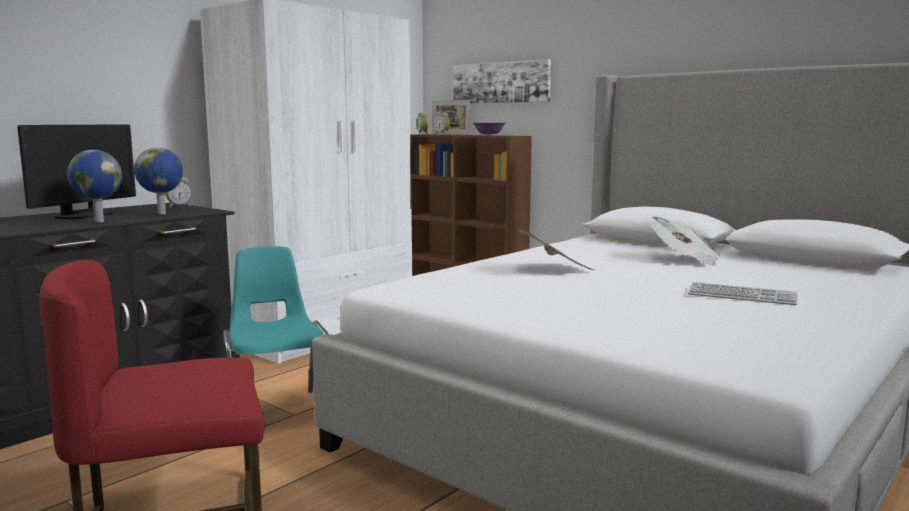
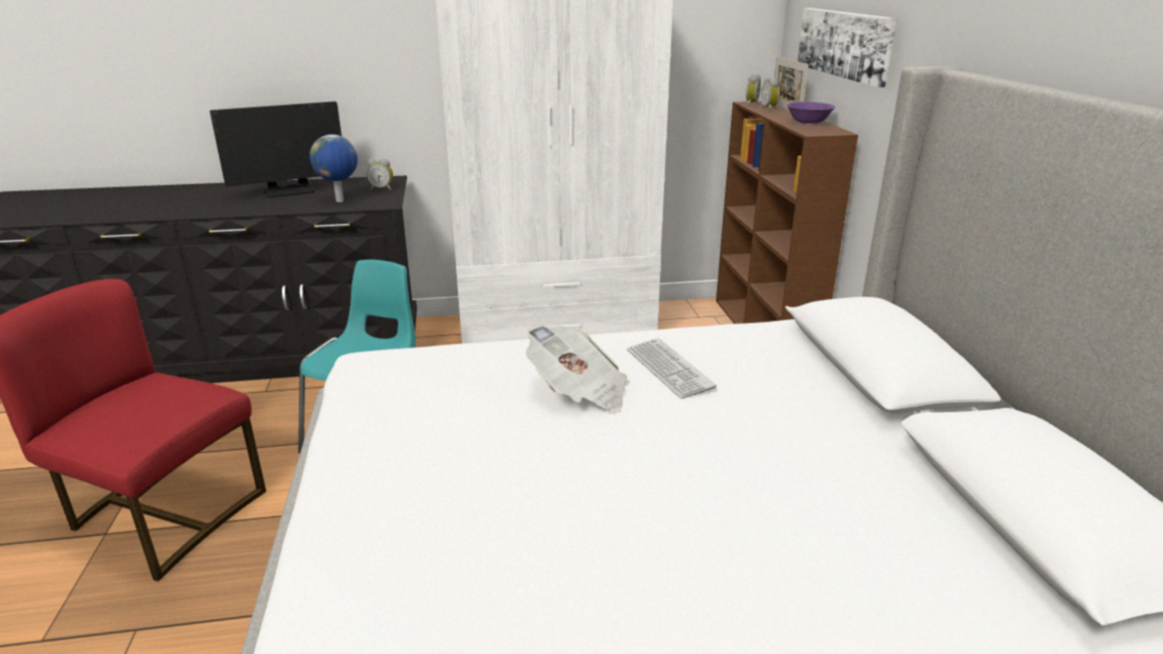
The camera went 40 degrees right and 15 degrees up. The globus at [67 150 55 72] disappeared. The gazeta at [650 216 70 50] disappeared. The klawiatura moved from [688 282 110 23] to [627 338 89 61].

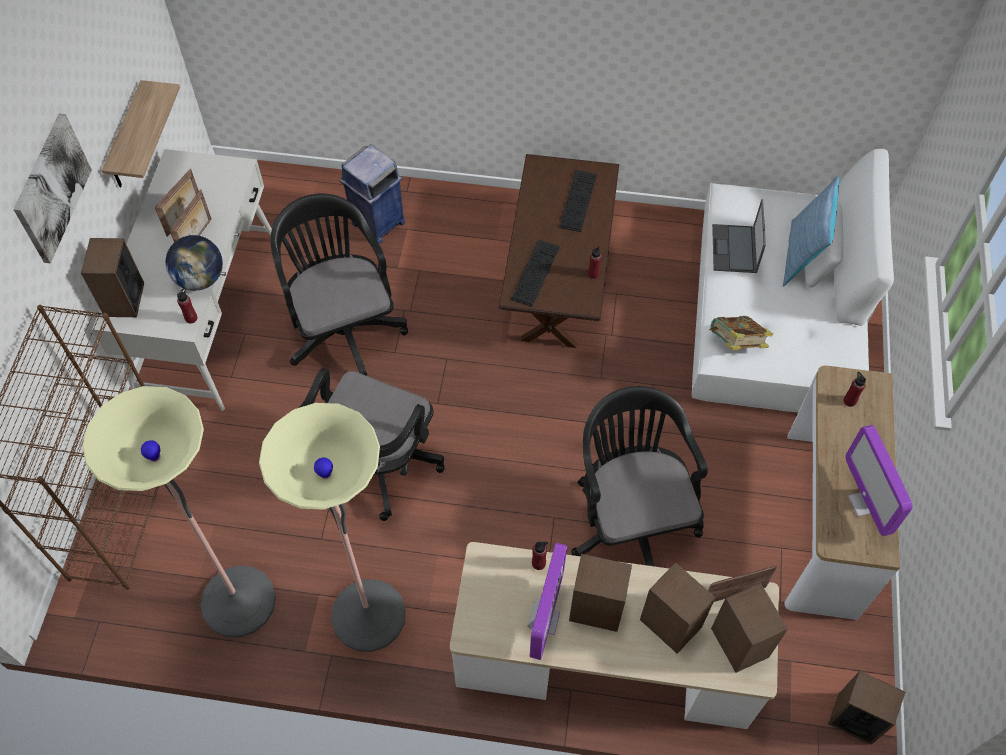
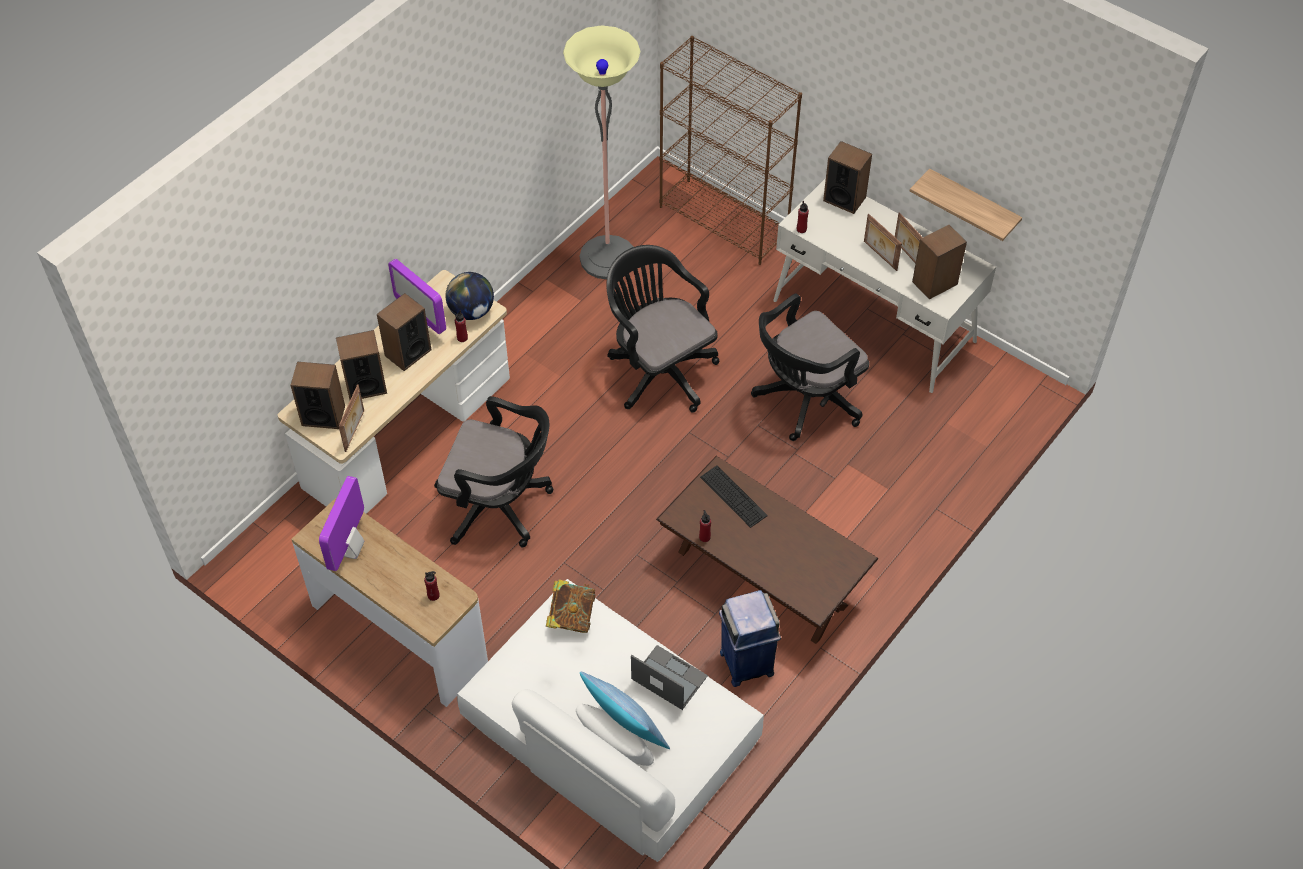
The camera went 120 degrees right and 5 degrees down. The obraz at [13 113 79 151] disappeared. The kosz na śmieci (niebieski) moved from [340 145 65 99] to [719 590 62 97]. The klawiatura at [559 170 38 62] disappeared. The krzesło biurowe (czarny) at [270 194 138 182] turned 135 degrees clockwise. The globus moved from [166 235 57 56] to [445 272 49 48]. The lampa stojąca at [259 403 147 249] disappeared. The monitor at [845 425 68 111] turned 90 degrees counterclockwise. The głośnik moved from [828 671 77 74] to [912 225 55 75].

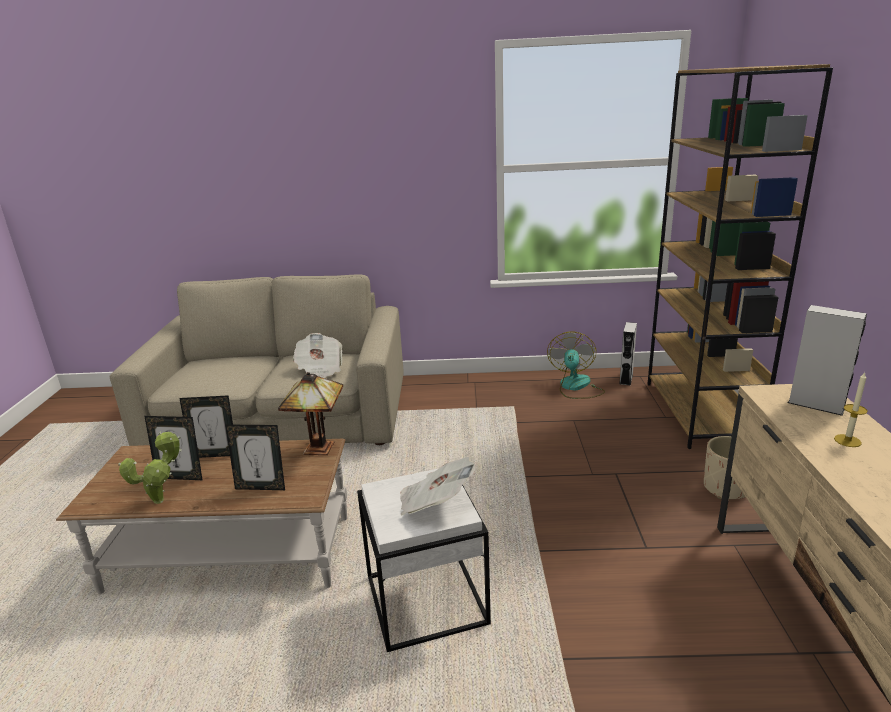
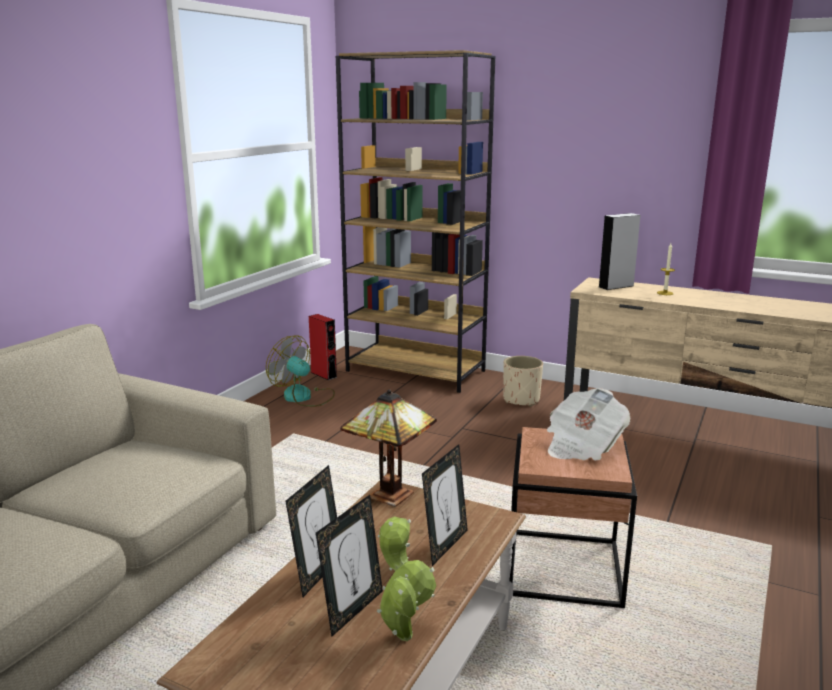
The camera went 65 degrees left and 5 degrees down. The głośnik (szary) at [619 322 18 64] became the głośnik (czerwony) at [309 314 28 66]. The gazeta at [293 333 49 45] disappeared. The stolik (biały) at [357 469 134 183] became the stolik (brązowy) at [509 427 128 181].

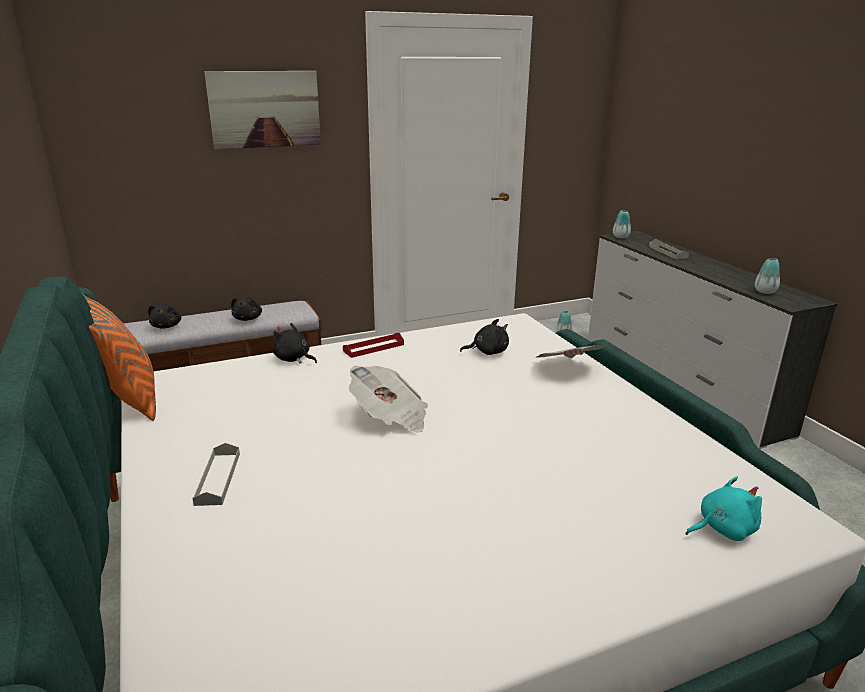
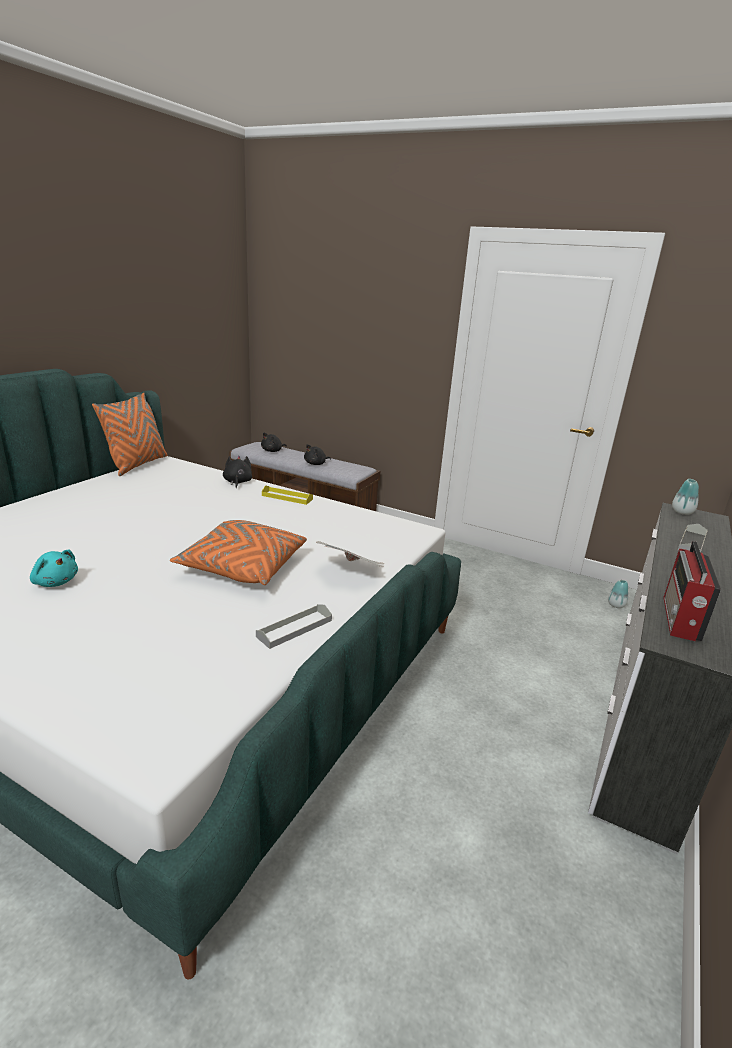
The camera went 50 degrees right and 0 degrees up. The obraz at [204 71 117 78] disappeared. The wazon at [755 258 25 36] was replaced by the radio at [663 541 58 100]. The pluszak (czarny) at [460 319 49 36] disappeared. The taca (czerwony) at [343 333 61 25] became the taca (żółty) at [262 485 51 20]. The gazeta at [348 366 80 67] disappeared. The taca (szary) moved from [192 443 48 63] to [256 604 76 45]. The pluszak (turkusowy) moved from [686 476 76 65] to [30 550 48 37]. The poduszka (pomarańczowy) at [170 520 137 65] appeared.

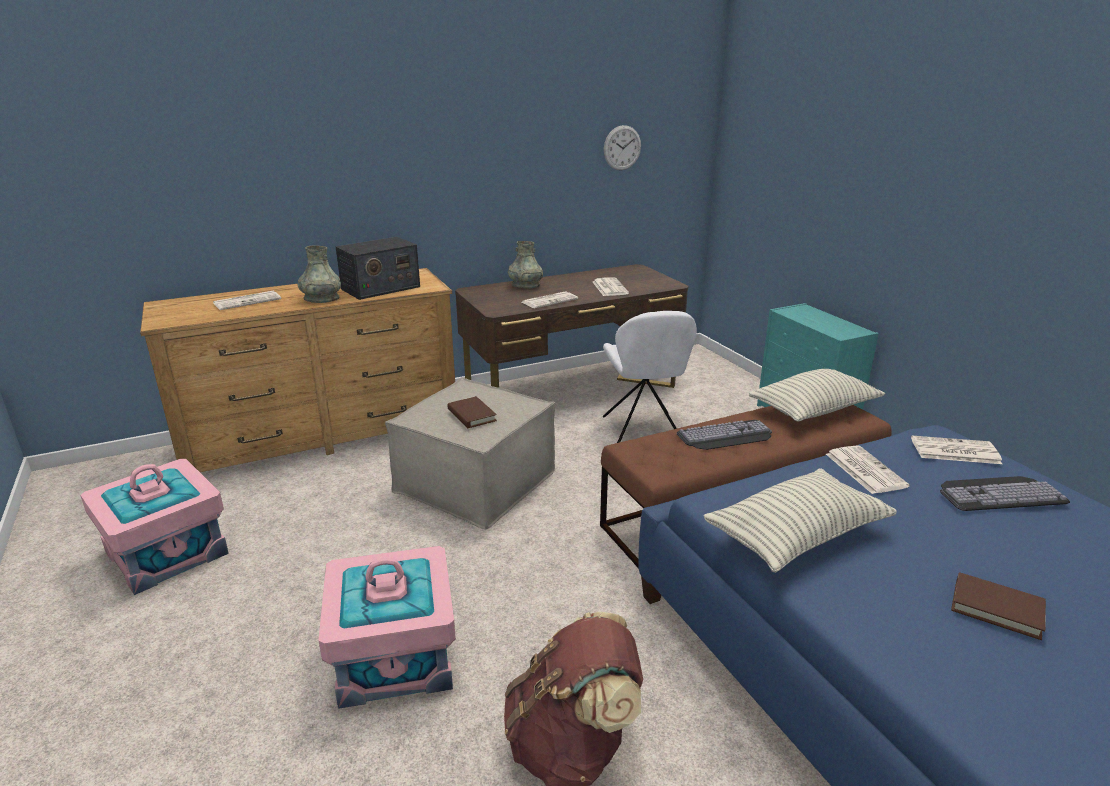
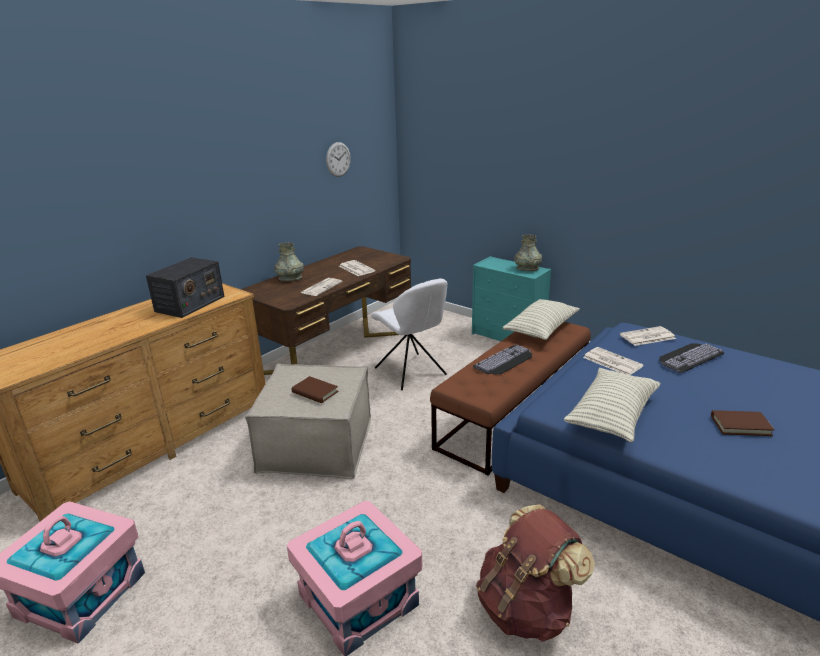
The camera went 25 degrees left and 0 degrees up. The wazon (szary) moved from [298 246 43 57] to [514 235 28 36]. The gazeta at [213 291 68 19] disappeared.

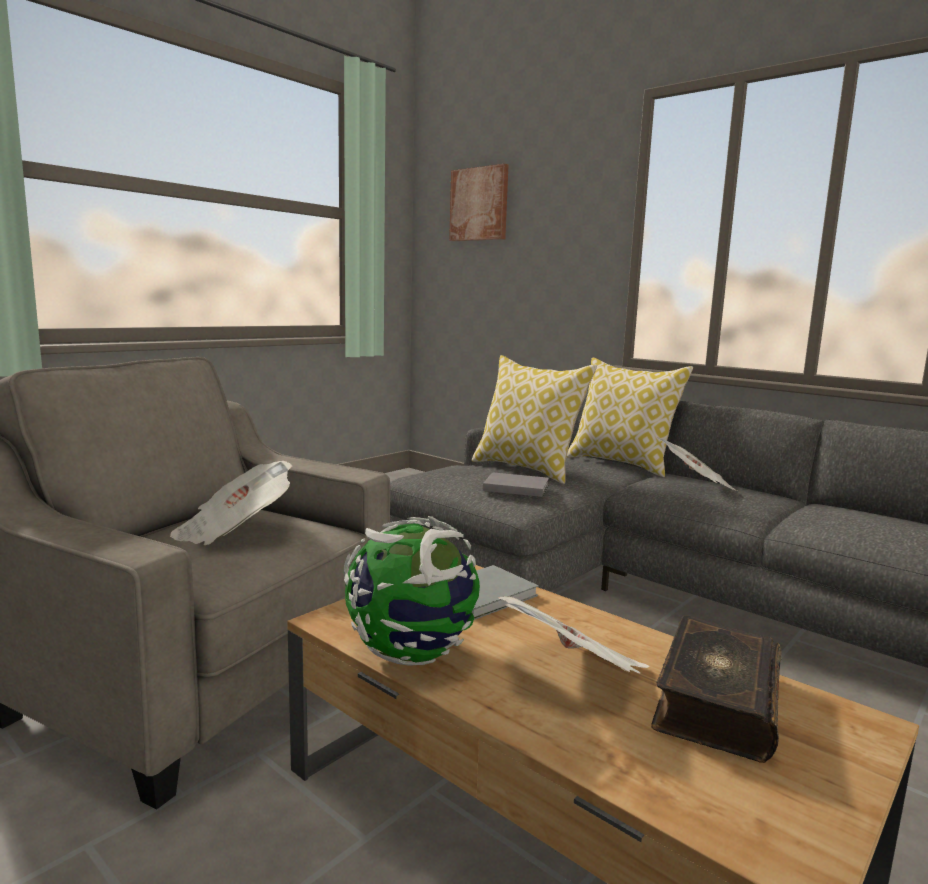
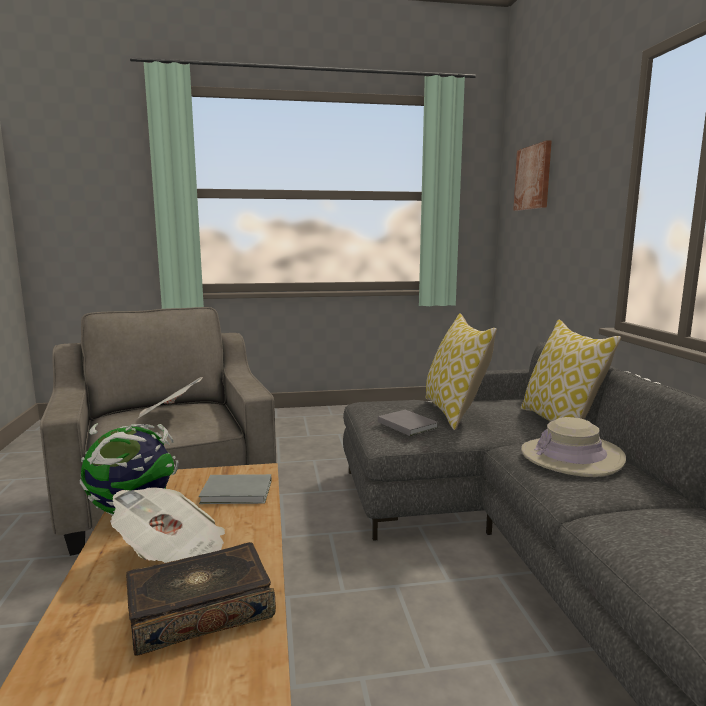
The camera went 40 degrees right and 0 degrees up. The gazeta at [657 437 80 54] was replaced by the kapelusz (beżowy) at [521 417 105 60].

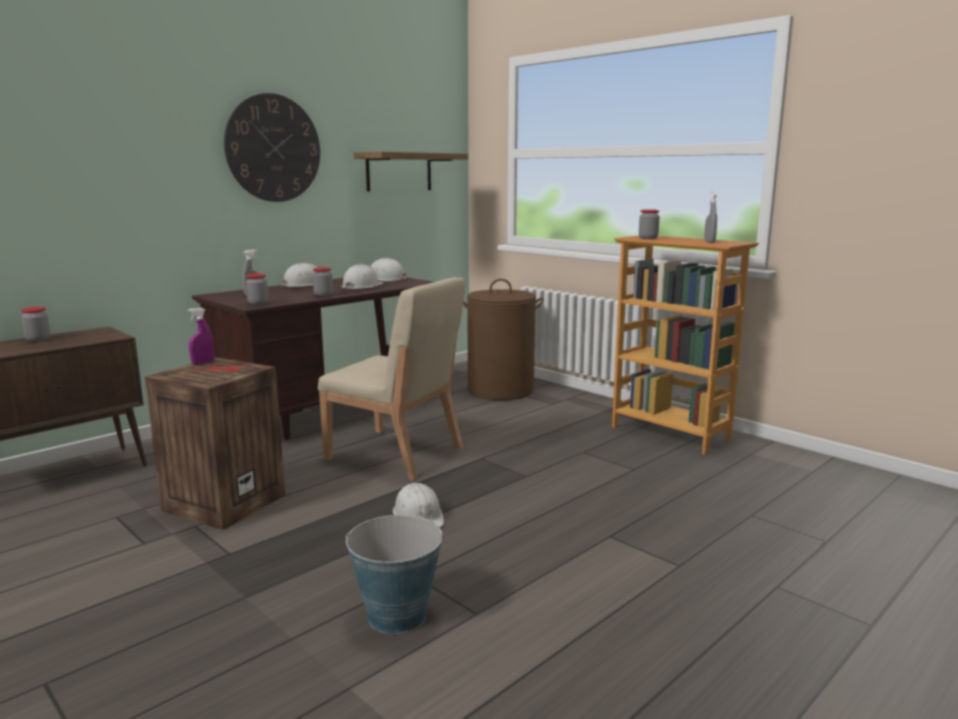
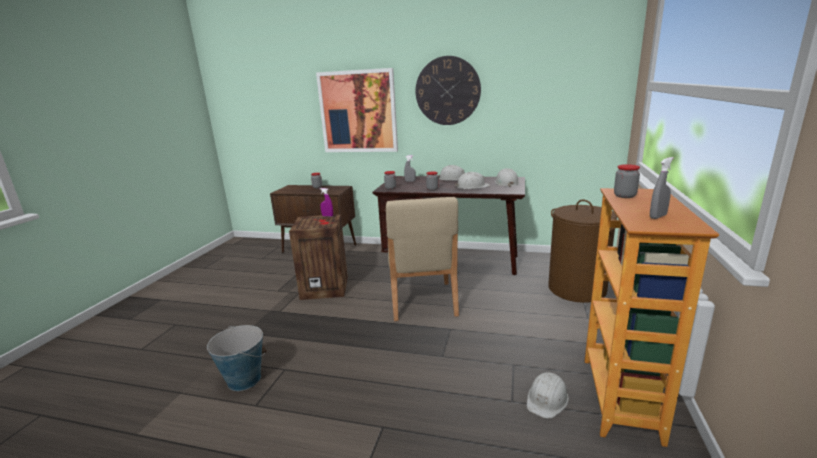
The camera went 60 degrees right and 5 degrees up. The półka at [354 152 114 40] disappeared. The kask (biały) moved from [393 483 51 44] to [527 372 42 47]. The obraz at [316 68 82 84] appeared.

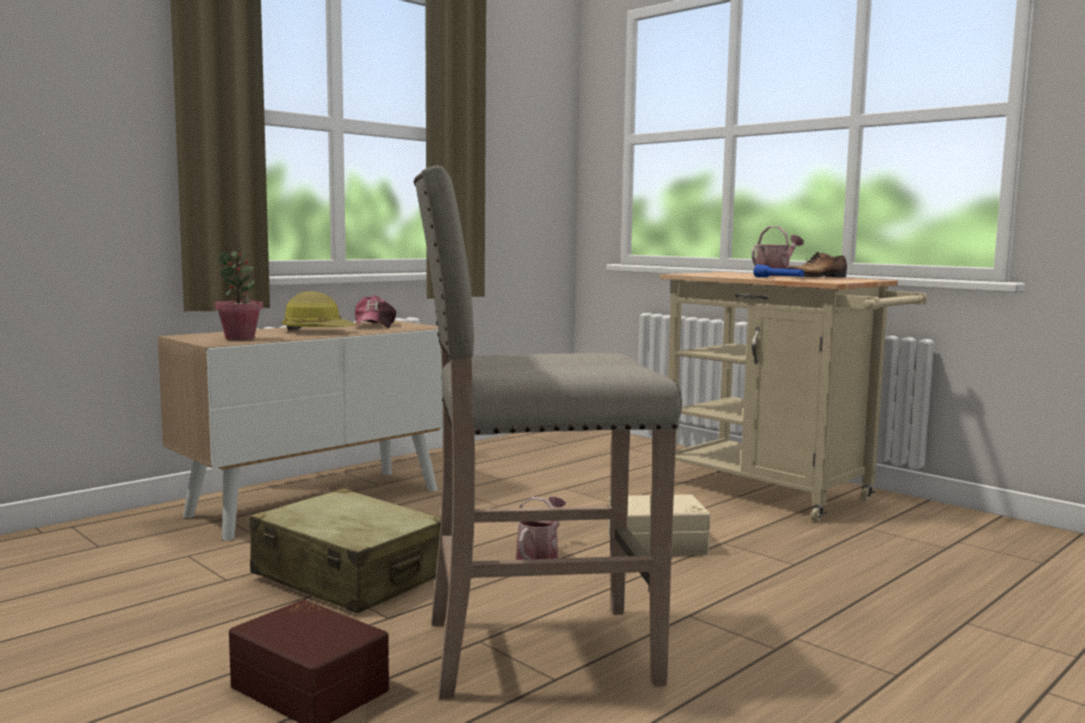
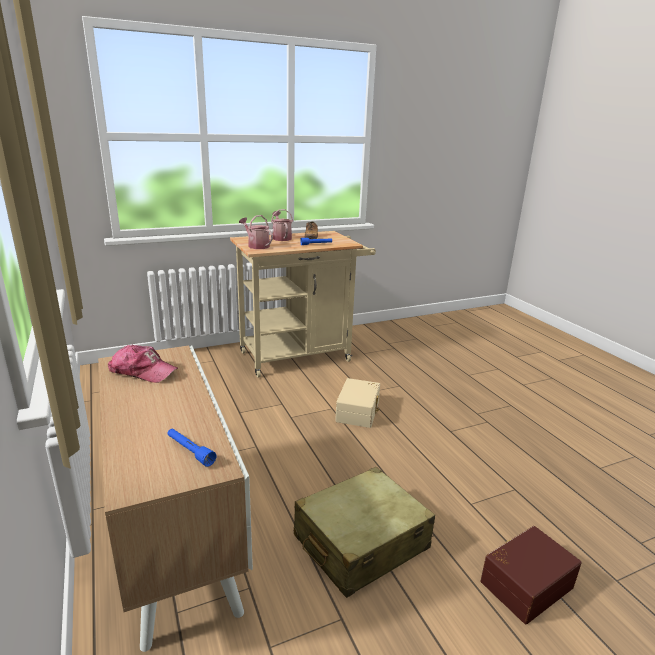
The camera went 70 degrees left and 15 degrees up. The stołek (beżowy) at [414 166 268 533] disappeared. The roślina doniczkowa at [215 251 48 89] was replaced by the latarka (niebieski) at [168 429 49 38]. The kask at [282 291 75 40] disappeared. The konewka moved from [516 497 50 63] to [239 215 34 34].

